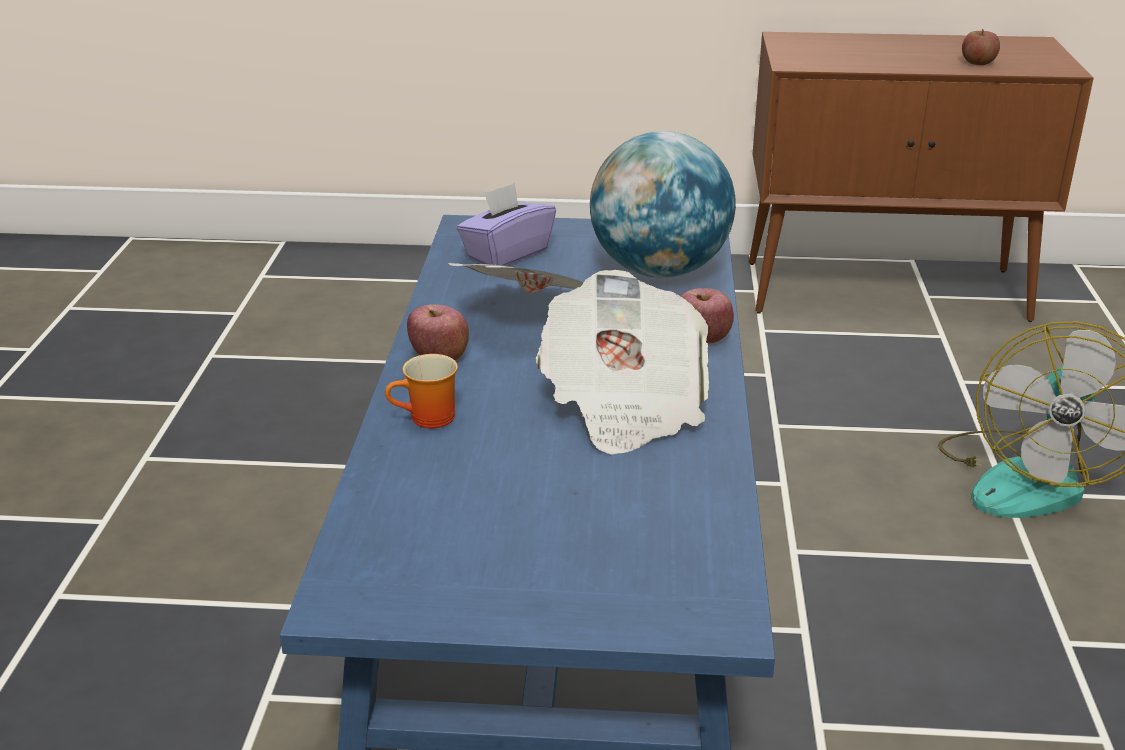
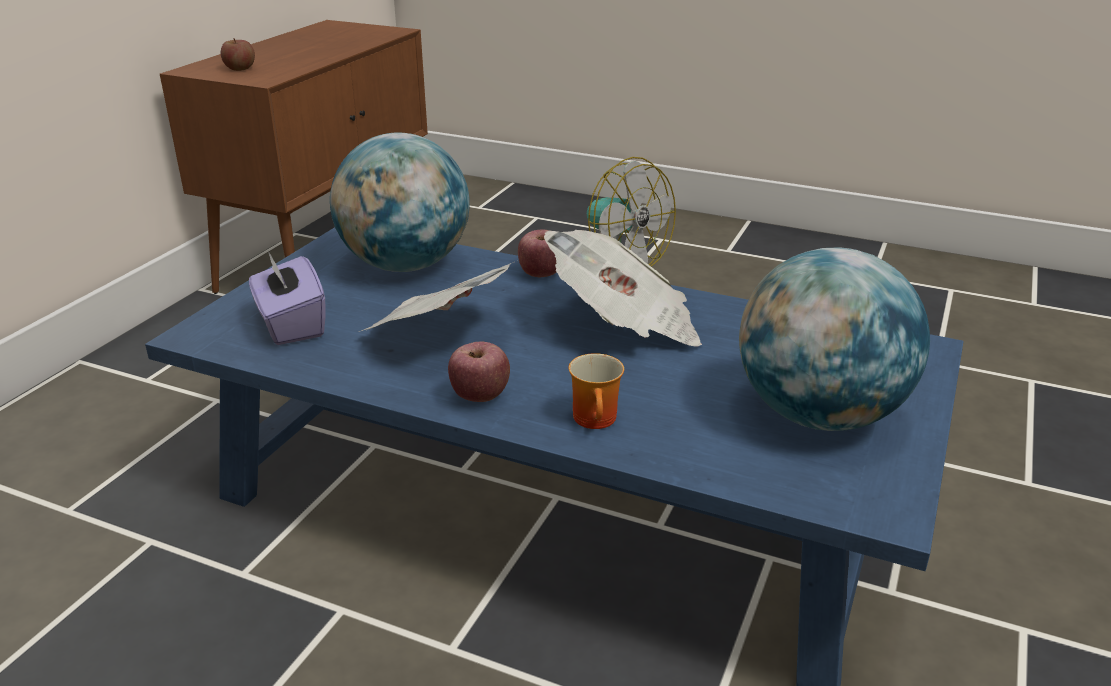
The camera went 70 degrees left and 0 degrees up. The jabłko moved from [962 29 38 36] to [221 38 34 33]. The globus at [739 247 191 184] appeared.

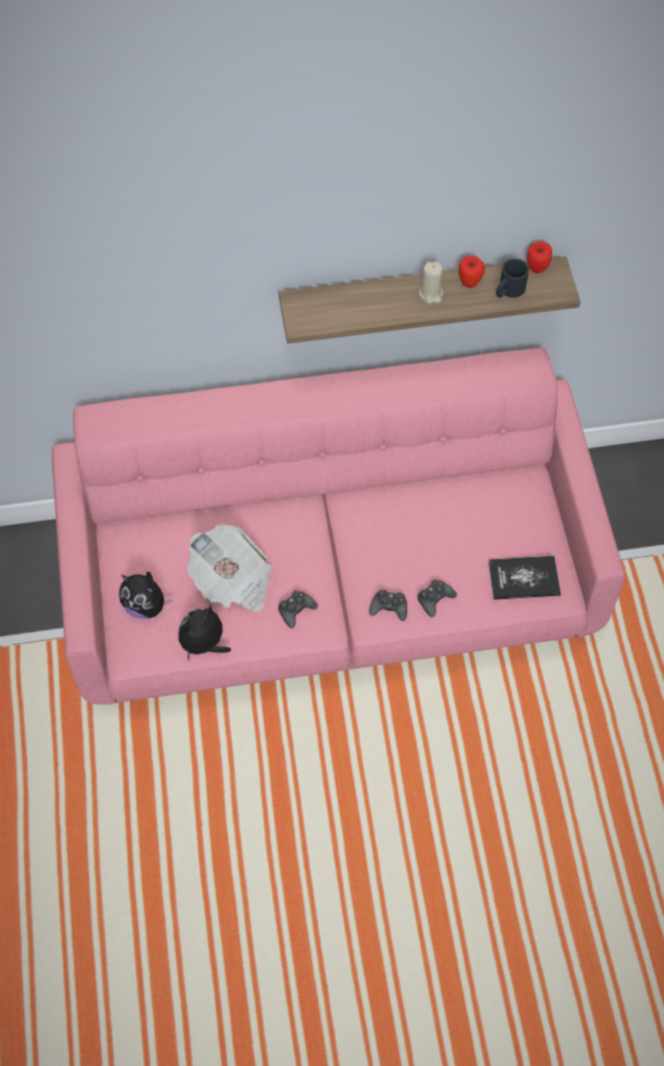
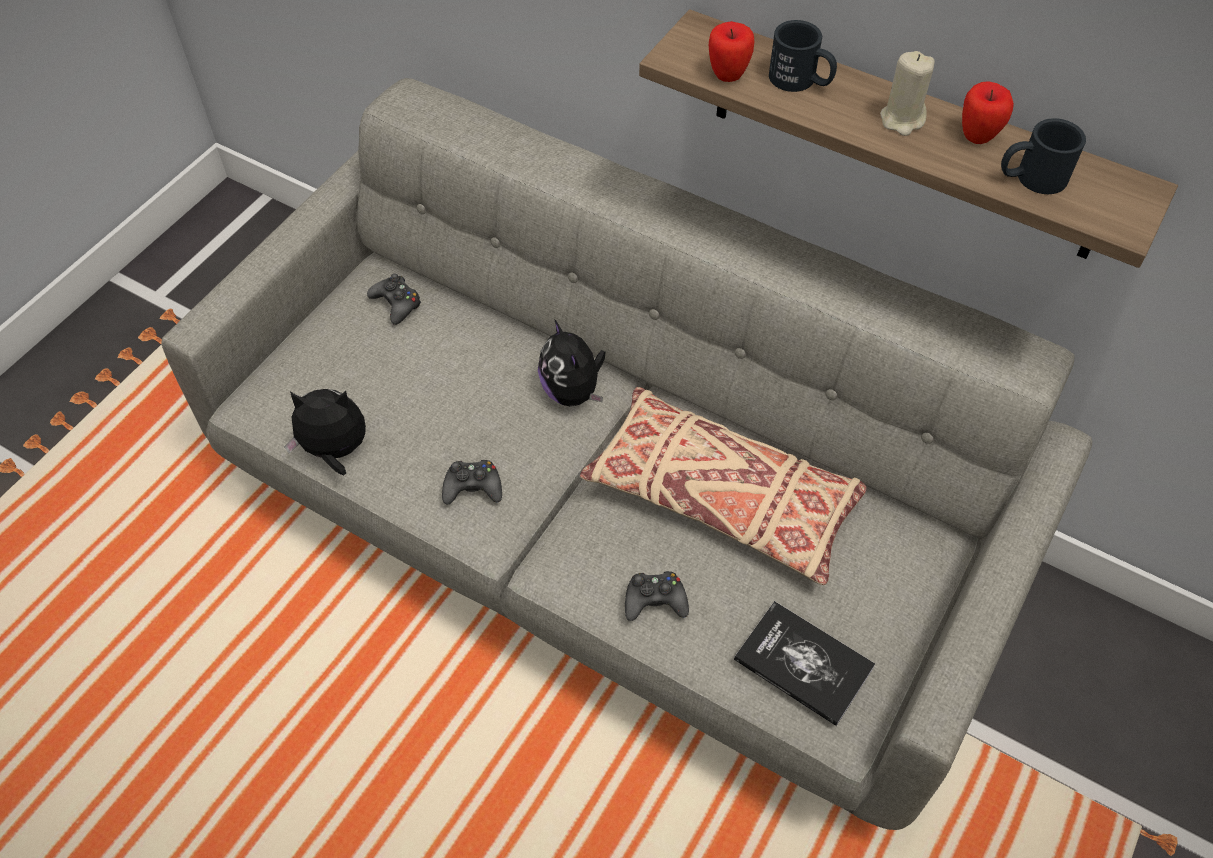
The camera went 40 degrees right and 5 degrees down. The jabłko moved from [527 241 25 32] to [709 21 45 61]. The kanapa (różowy) at [52 348 573 357] became the kanapa (szary) at [161 78 931 752]. The gazeta at [187 525 86 87] disappeared. The pluszak moved from [119 572 54 47] to [538 319 68 87]. The pad do gier (czarny) moved from [369 590 38 31] to [367 273 54 52]. The kubek (czarny) at [769 20 68 72] appeared. The poduszka (beżowy) at [580 387 287 198] appeared.

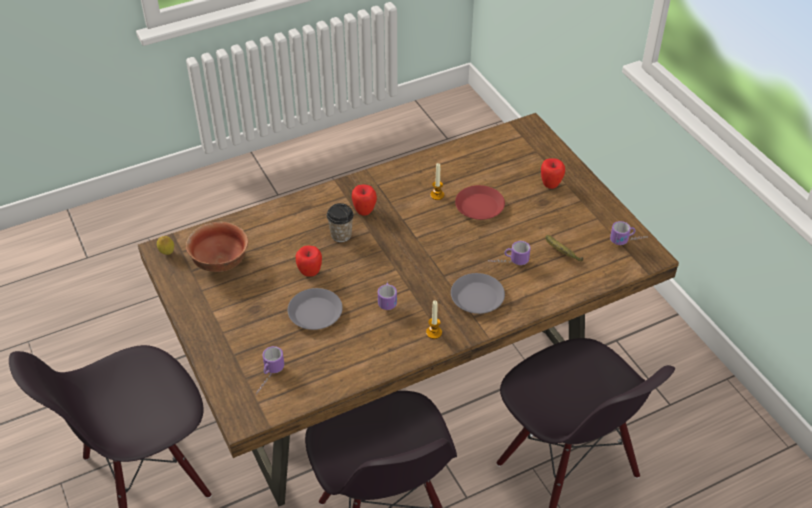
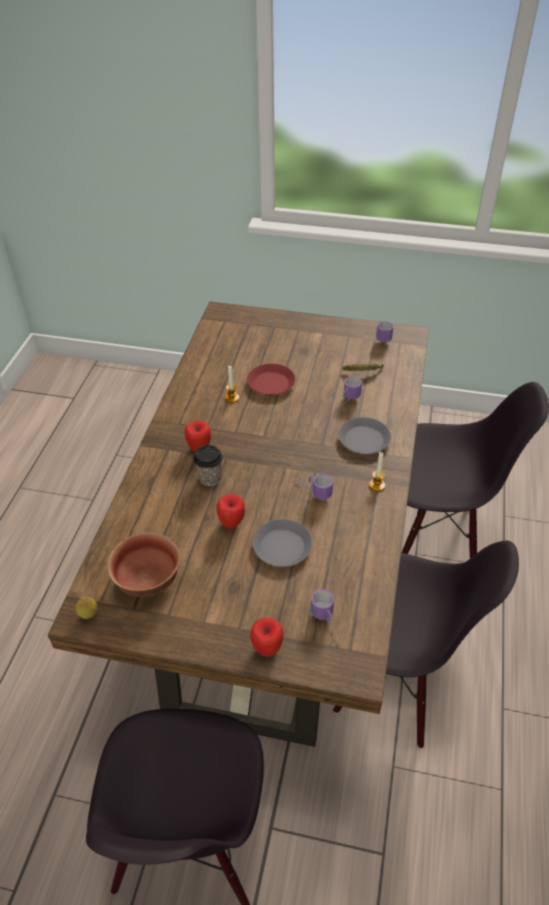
The camera went 50 degrees left and 0 degrees up. The jabłko moved from [541 158 24 31] to [250 618 33 39].

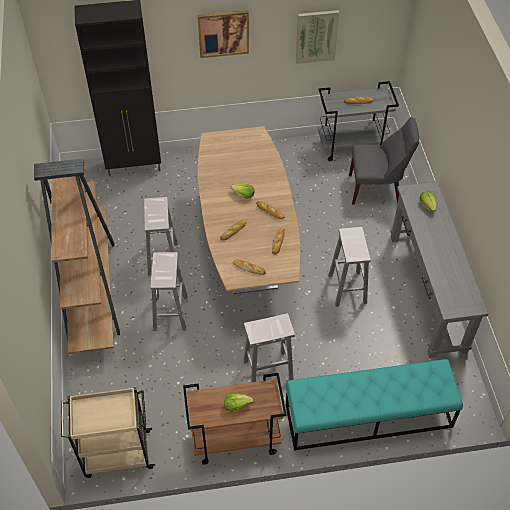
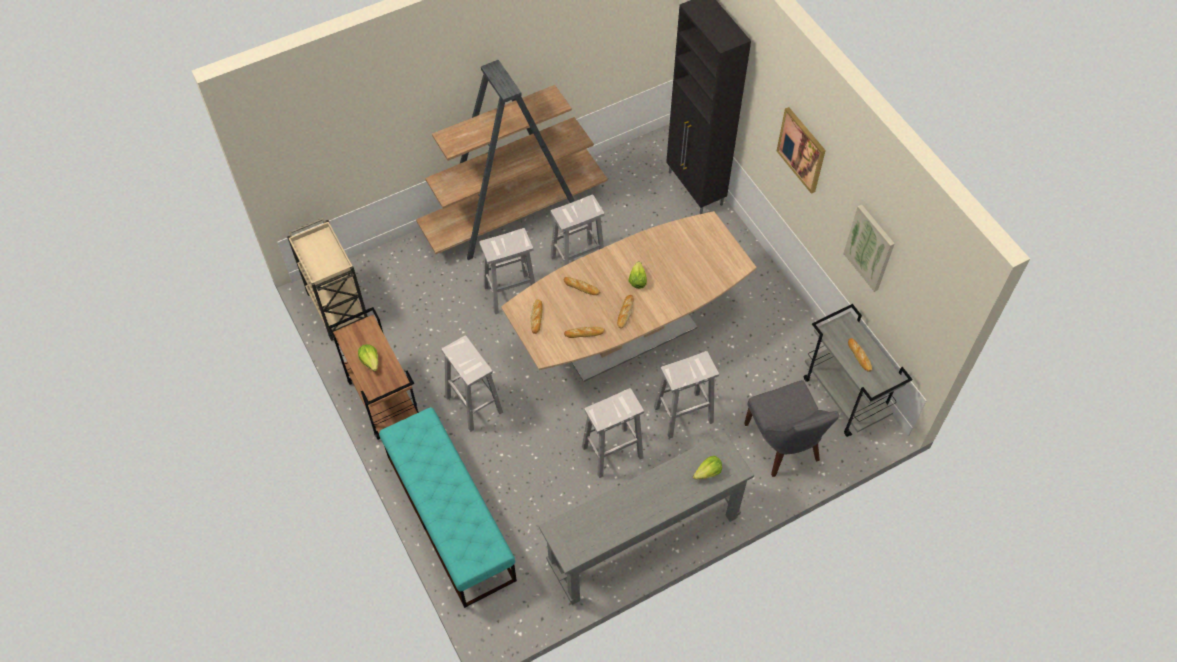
The camera went 70 degrees right and 5 degrees up. The stołek (biały) at [654 351 65 88] appeared.

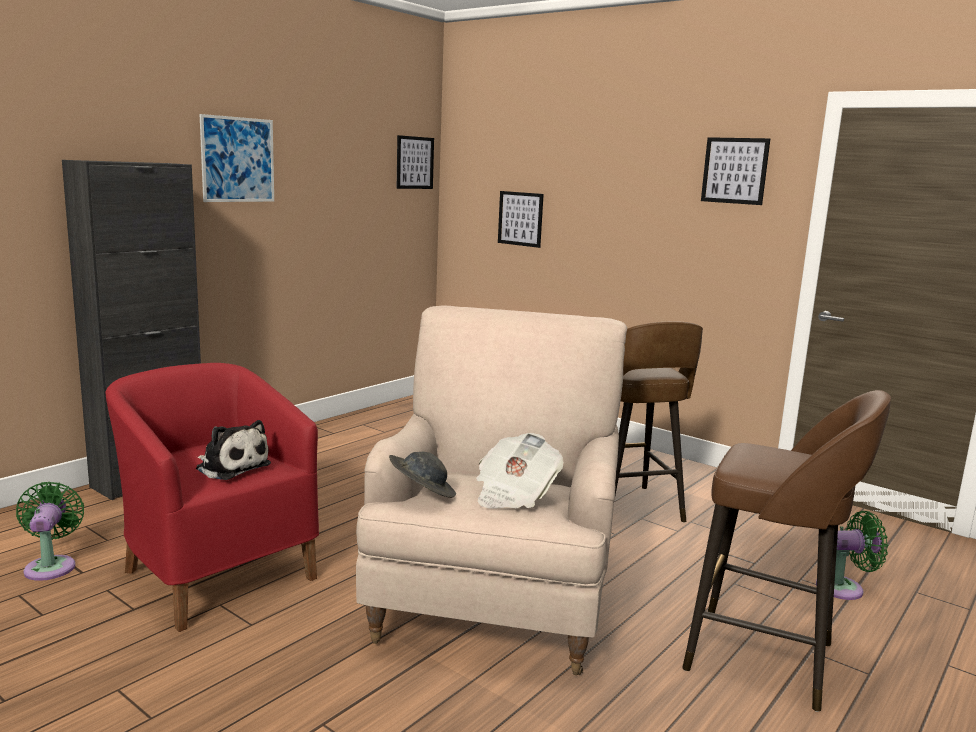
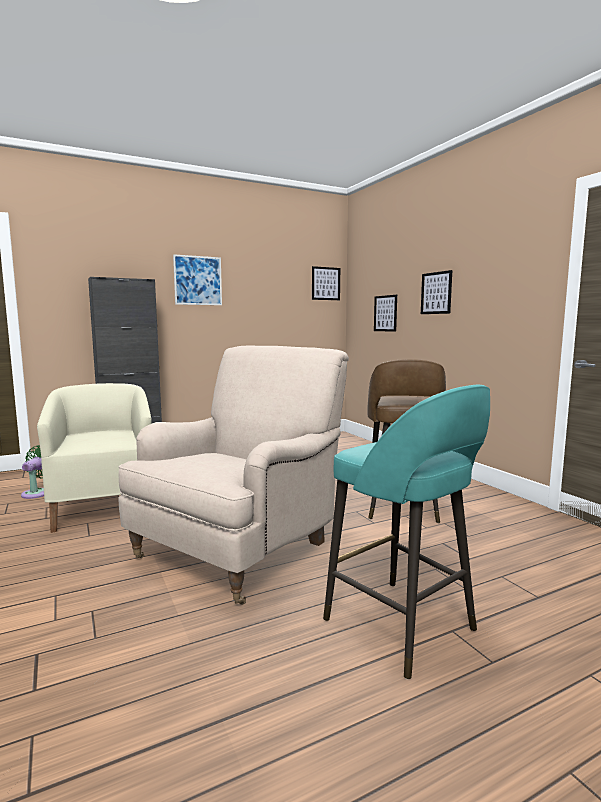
The camera went 25 degrees right and 5 degrees down. The obraz moved from [701 137 69 68] to [421 270 31 44]. The fotel (czerwony) at [106 363 213 269] became the fotel (beżowy) at [37 383 115 150]. The stołek (brązowy) at [682 390 209 322] became the stołek (turkusowy) at [323 385 167 294]. The pluszak at [196 420 75 60] disappeared. The gazeta at [476 433 88 76] disappeared. The kapelusz (szary) at [389 452 67 46] disappeared. The wentylator (zielony) at [816 511 72 89] disappeared.

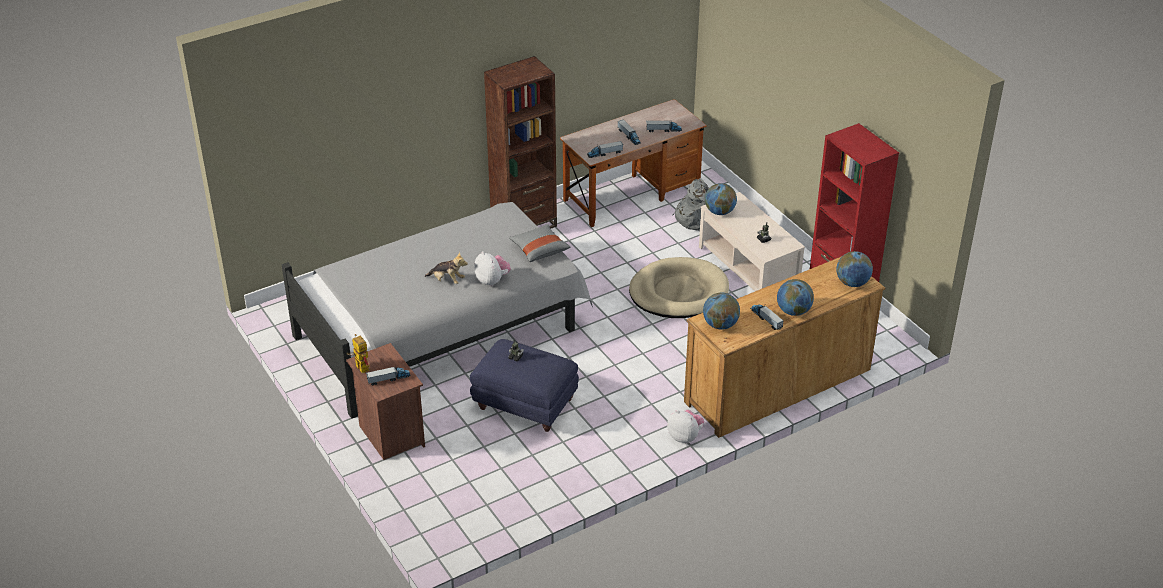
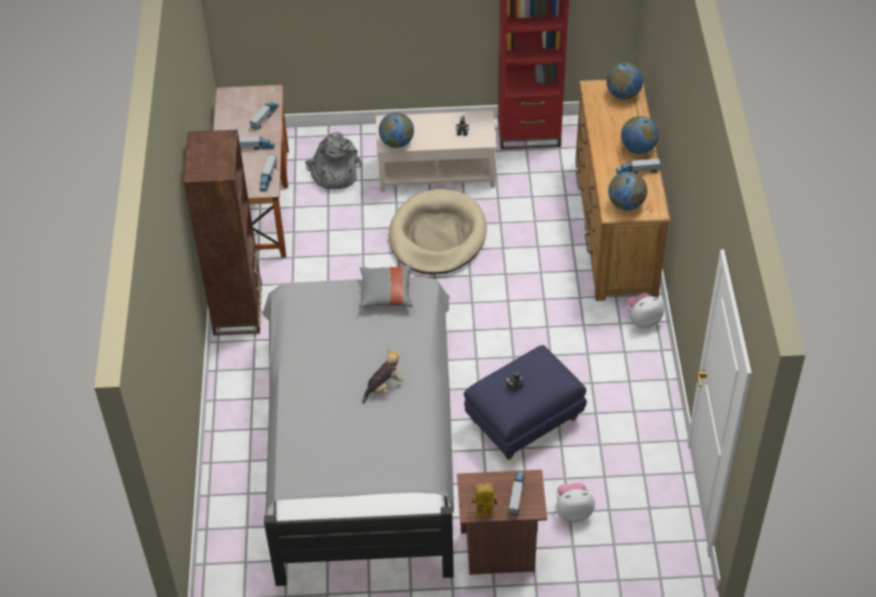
The camera went 60 degrees left and 10 degrees up. The pluszak moved from [474 251 37 35] to [556 482 39 41].

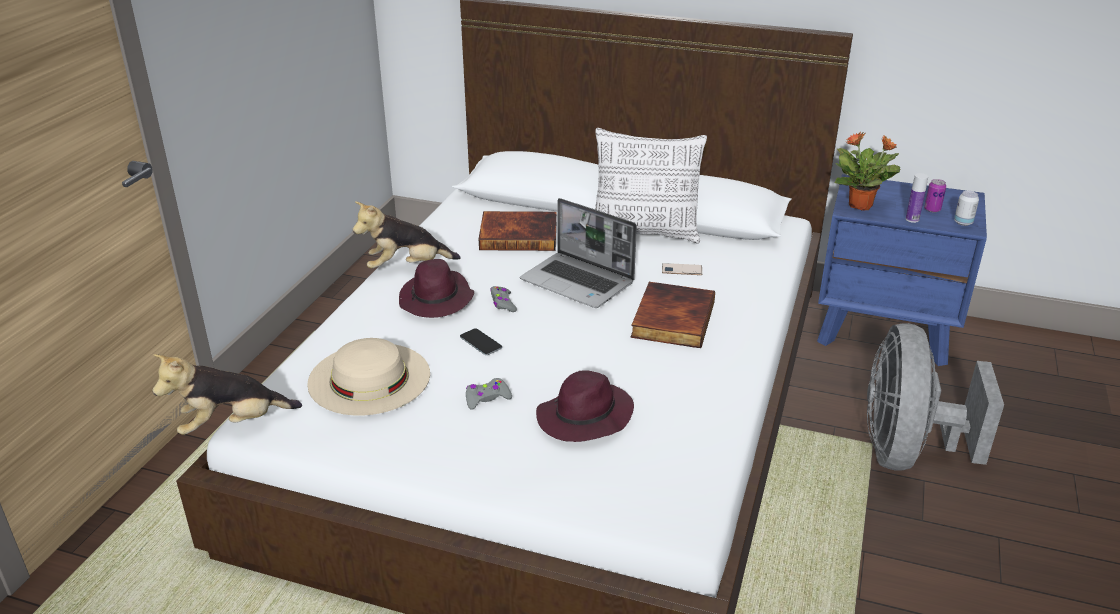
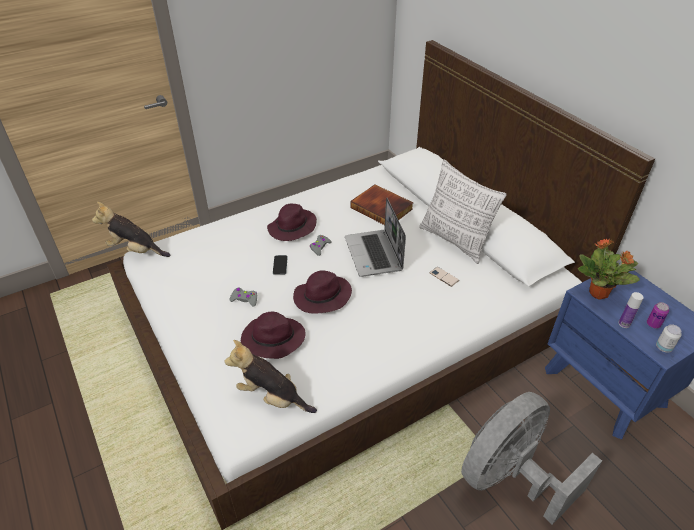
The camera went 40 degrees right and 10 degrees up. The pluszak moved from [353 201 108 68] to [224 340 93 73]. The książka at [630 282 85 66] disappeared. The kapelusz (beżowy) at [307 338 123 77] disappeared. The kapelusz (fioletowy) at [293 270 59 44] appeared.

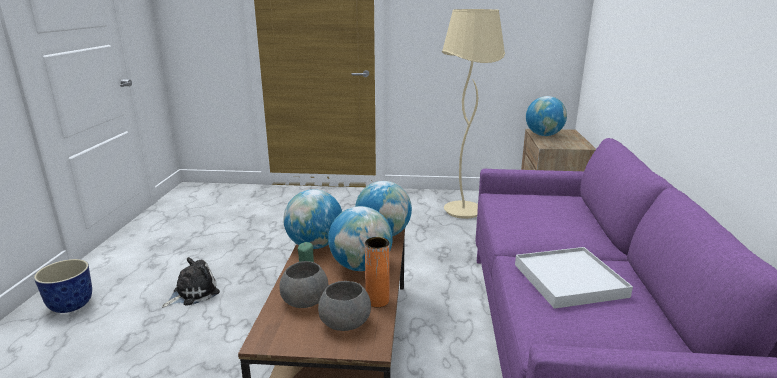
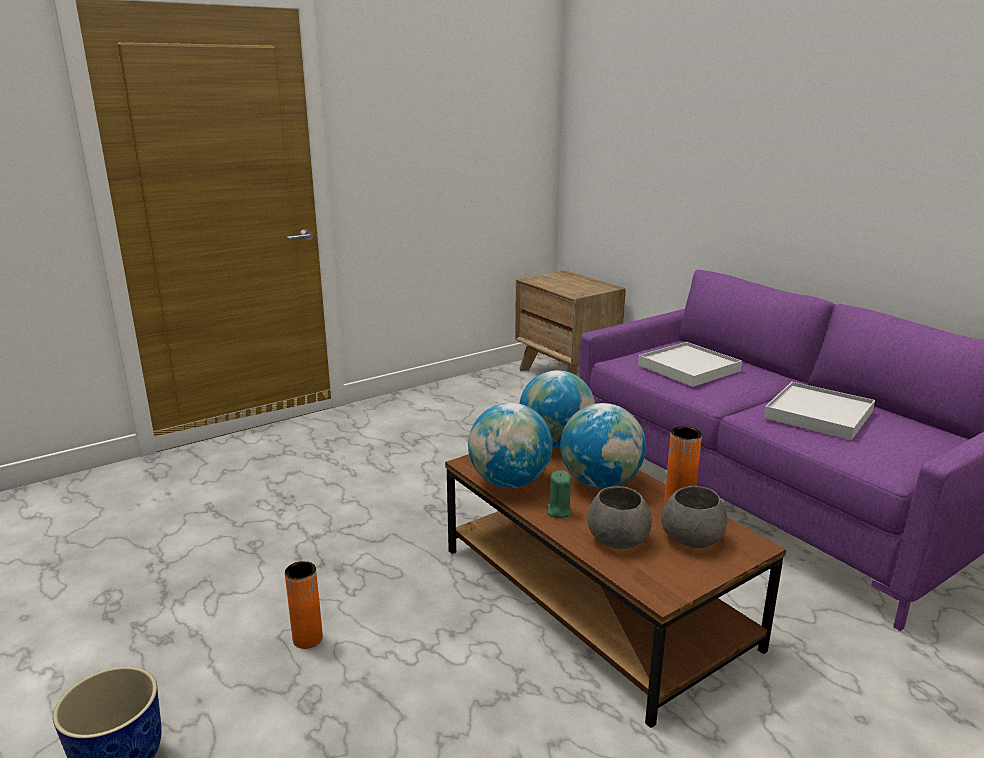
The camera went 40 degrees left and 0 degrees up. The lampa stojąca (beżowy) at [442 9 63 210] disappeared. The globus at [526 96 41 40] disappeared. The pluszak at [162 257 58 50] was replaced by the wazon (pomarańczowy) at [285 561 38 88]. The taca (biały) at [638 342 104 45] appeared.

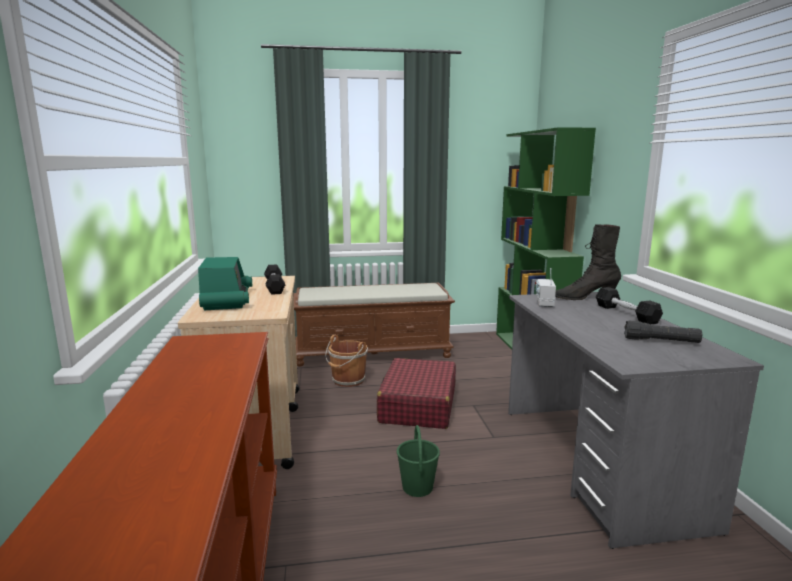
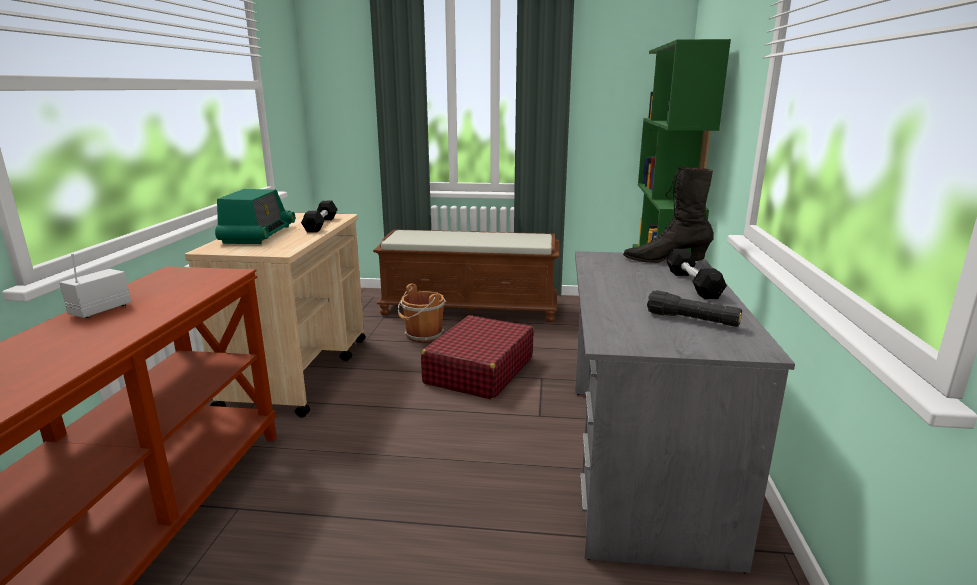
The camera went 15 degrees right and 5 degrees up. The radio moved from [536 268 20 39] to [60 254 71 64]. The wiadro (zielony) at [397 425 43 72] disappeared.

